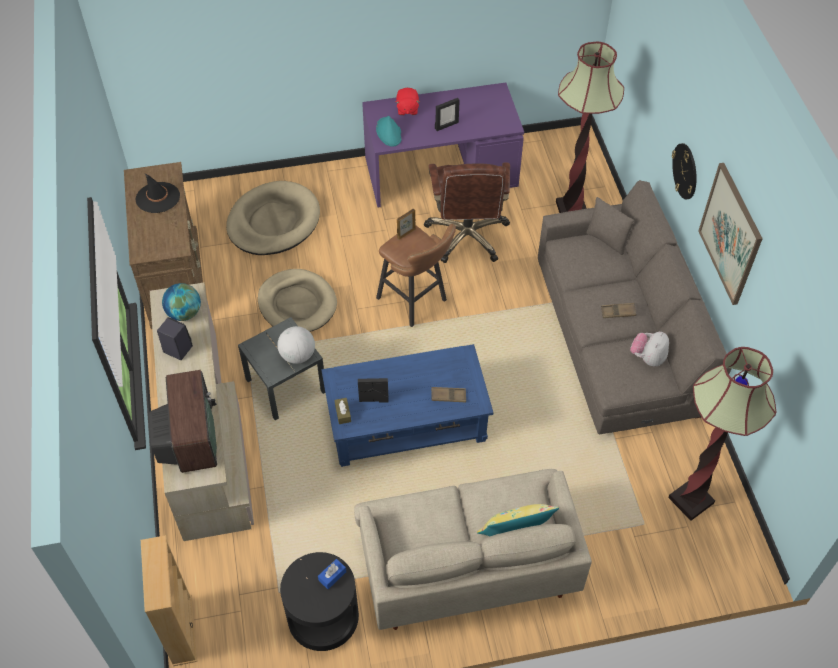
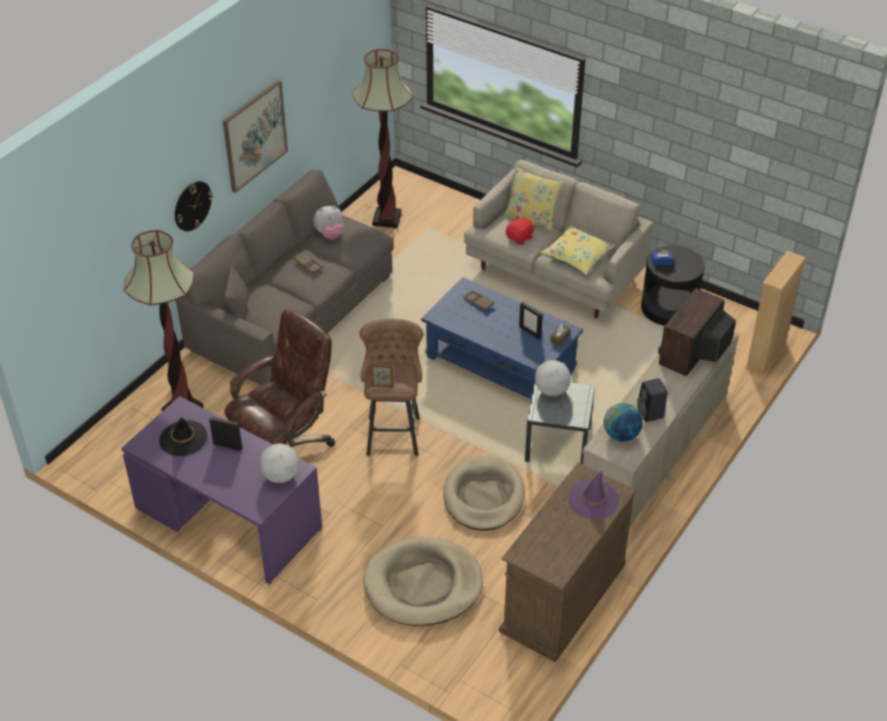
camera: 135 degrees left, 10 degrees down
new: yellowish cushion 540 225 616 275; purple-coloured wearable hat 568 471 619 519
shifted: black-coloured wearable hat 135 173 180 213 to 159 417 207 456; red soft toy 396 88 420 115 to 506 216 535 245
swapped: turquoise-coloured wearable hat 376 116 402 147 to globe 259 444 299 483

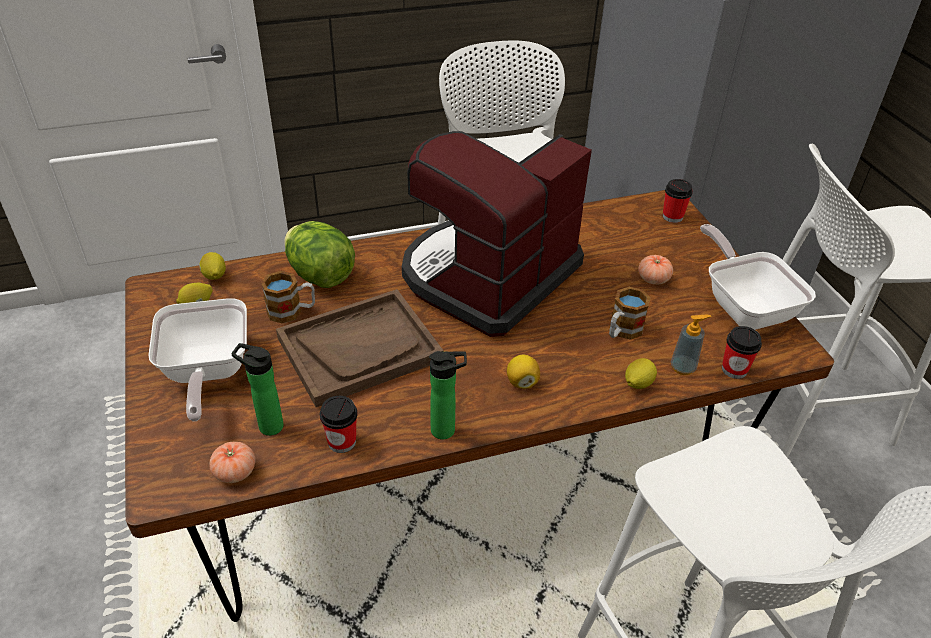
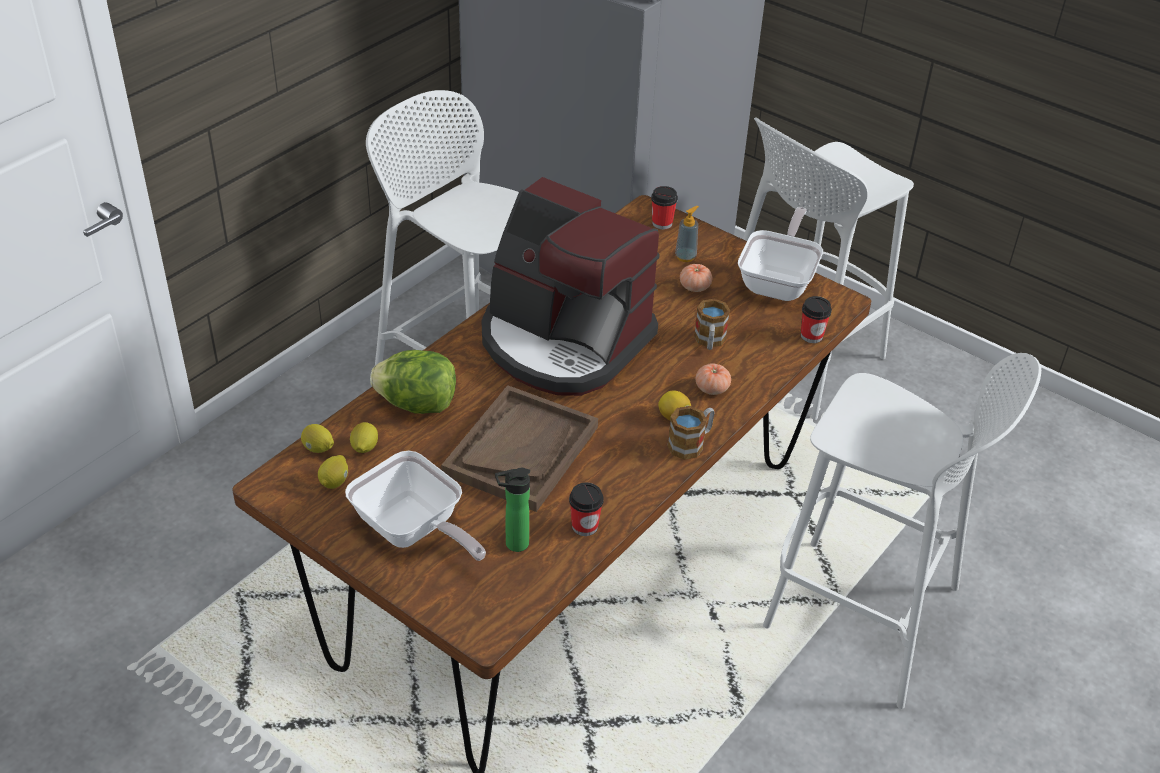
camera: 35 degrees left, 0 degrees up
gone: bottle 429 351 467 440
shifted: whole tomato 209 442 255 483 to 696 363 731 395; mug 261 271 315 323 to 667 406 715 460; lemon 625 358 657 389 to 350 422 378 453; soap dispenser 671 315 711 375 to 675 206 699 262
rotated: coffee machine 402 131 592 337 = 482 177 660 396 60 degrees counterclockwise; skillet 700 224 816 330 = 738 207 823 301 75 degrees clockwise

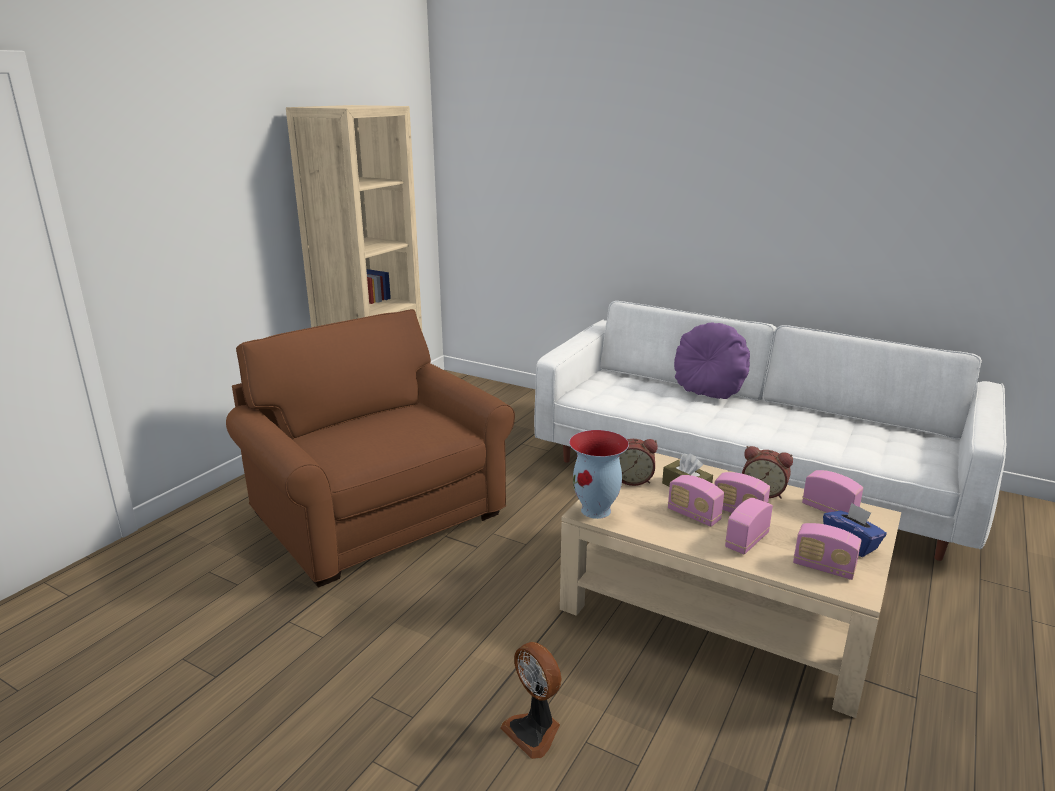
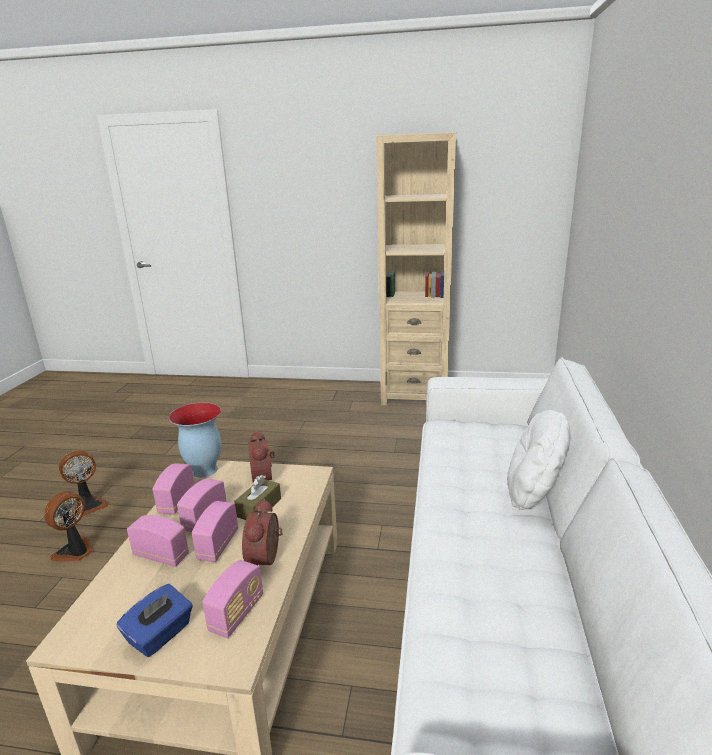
camera: 70 degrees right, 0 degrees up
gone: brown armchair 226 309 515 588
new: cooling fan 59 451 109 517
shifted: radio 793 523 861 580 to 152 463 195 514
repainted: purple-coloured cushion 674 322 750 399 to white cushion 507 410 570 510

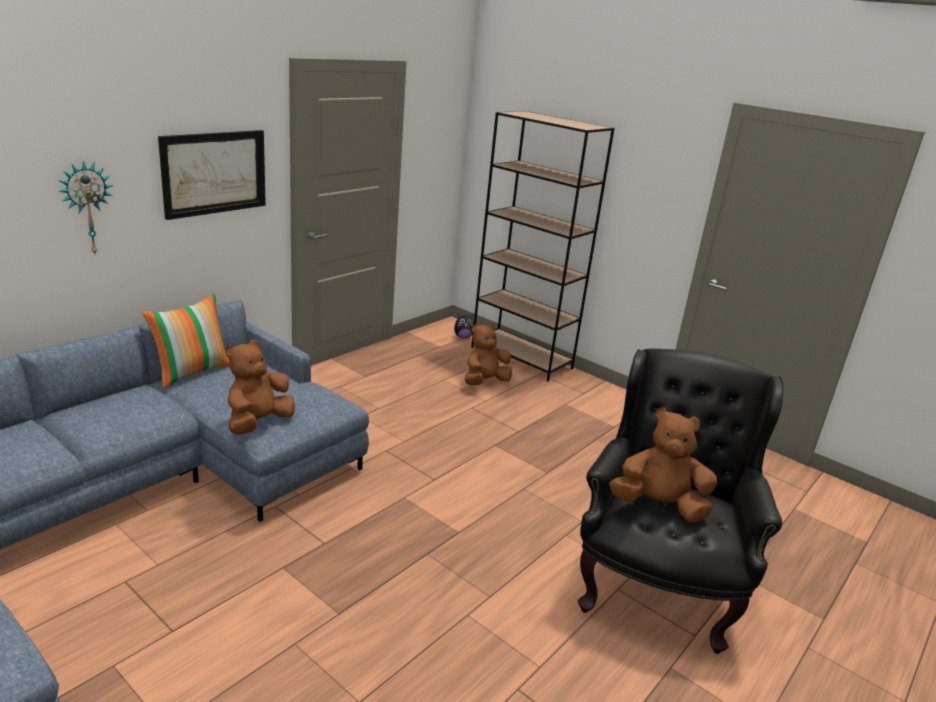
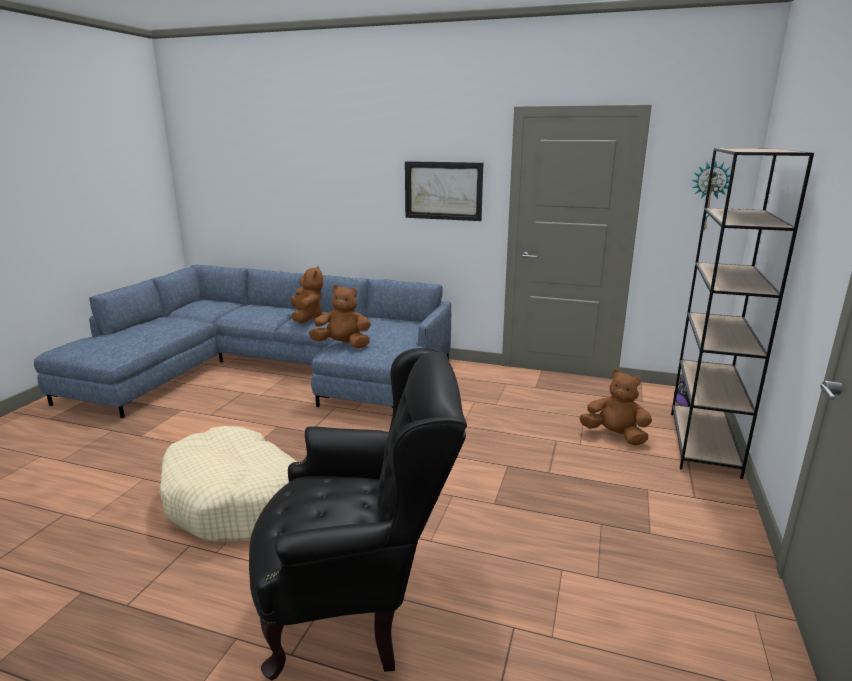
camera: 70 degrees right, 5 degrees down
gone: cushion 142 293 230 389
new: beige-coloured dog cushion 159 426 297 542
shifted: clock on the wall 58 161 113 254 to 691 161 734 230; brown soft toy 610 408 717 523 to 291 266 323 323

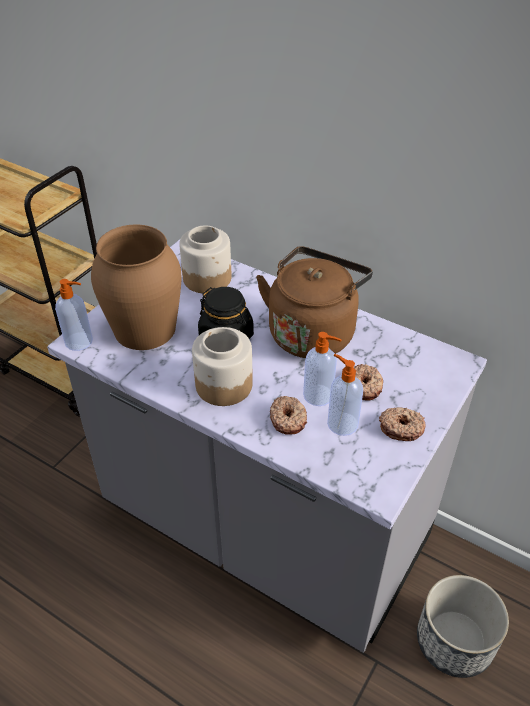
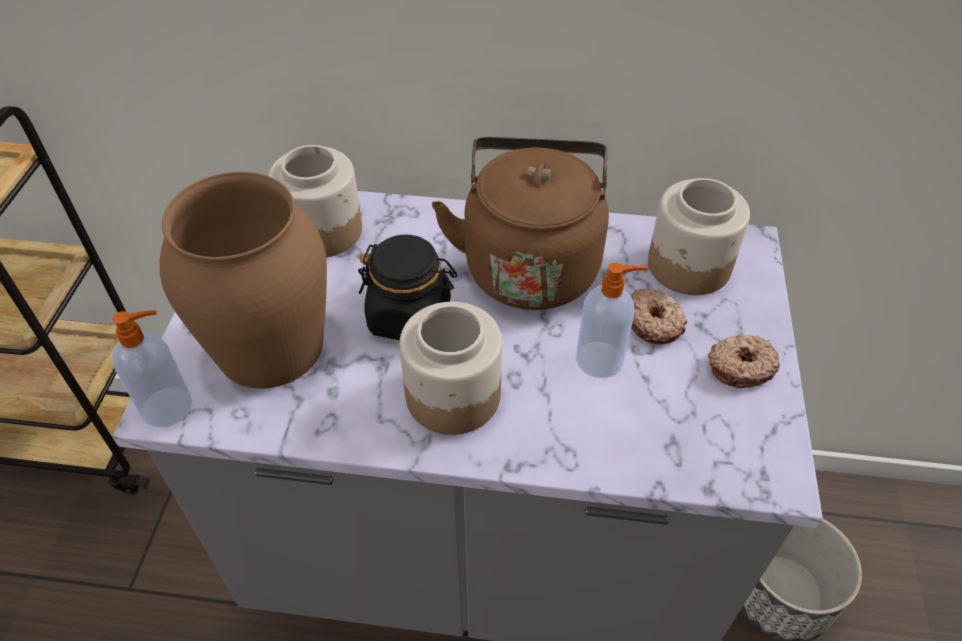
camera: 25 degrees left, 5 degrees up
gone: ring doughnut 270 396 307 435; soap dispenser 327 354 363 436
new: storage jar 648 178 750 295

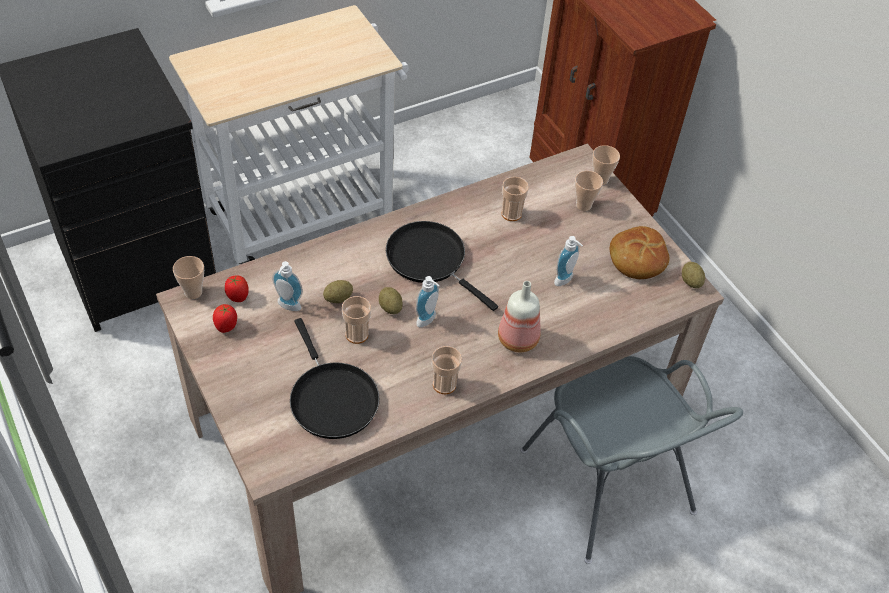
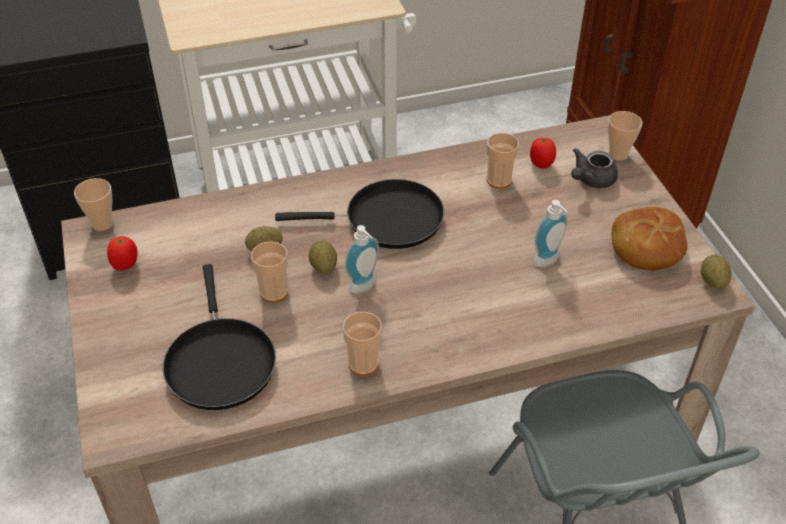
camera: 15 degrees right, 5 degrees down
gone: soap dispenser 272 261 303 311; bottle 498 281 541 352
shifted: whole tomato 225 276 249 302 to 530 138 556 169
swapped: small cup 575 171 603 211 to grey tea pot 571 148 618 188
rotated: black-coloured skillet 386 221 498 311 = 275 179 444 249 120 degrees clockwise

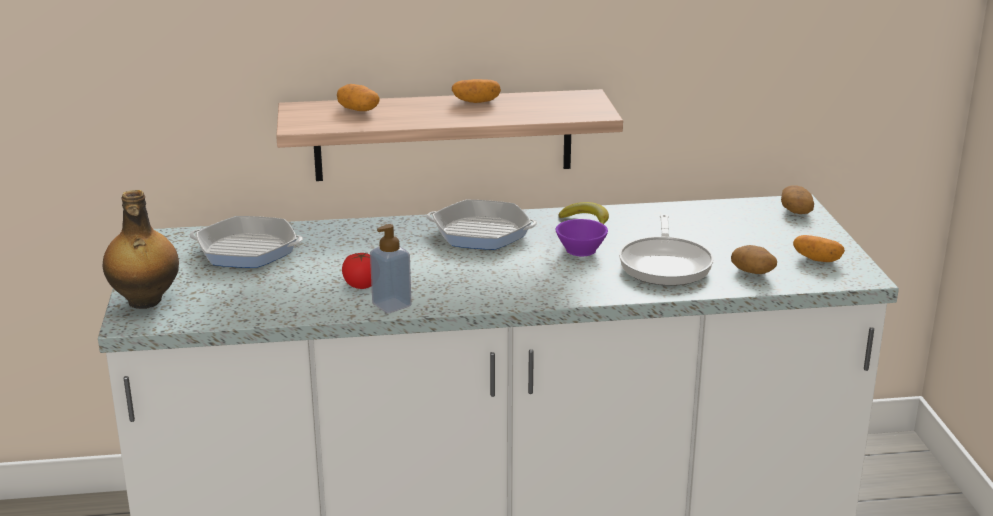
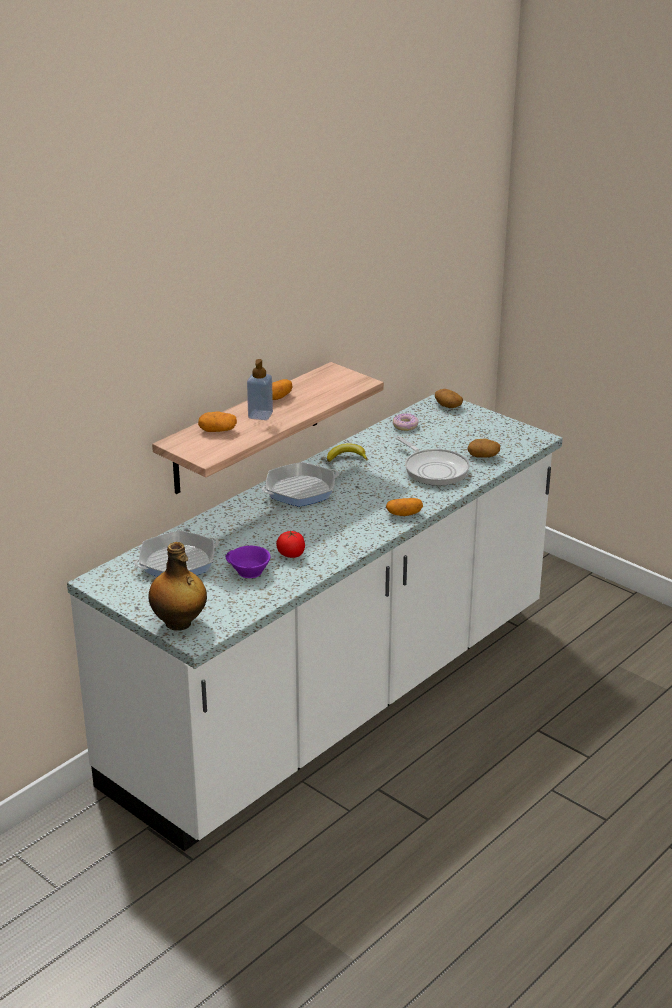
camera: 40 degrees left, 5 degrees up
new: ring doughnut 393 413 419 431
shifted: soap dispenser 370 224 412 313 to 247 359 273 420; purple-coloured small cup 556 219 608 256 to 226 546 271 578; whole potato 793 235 845 262 to 386 498 423 516

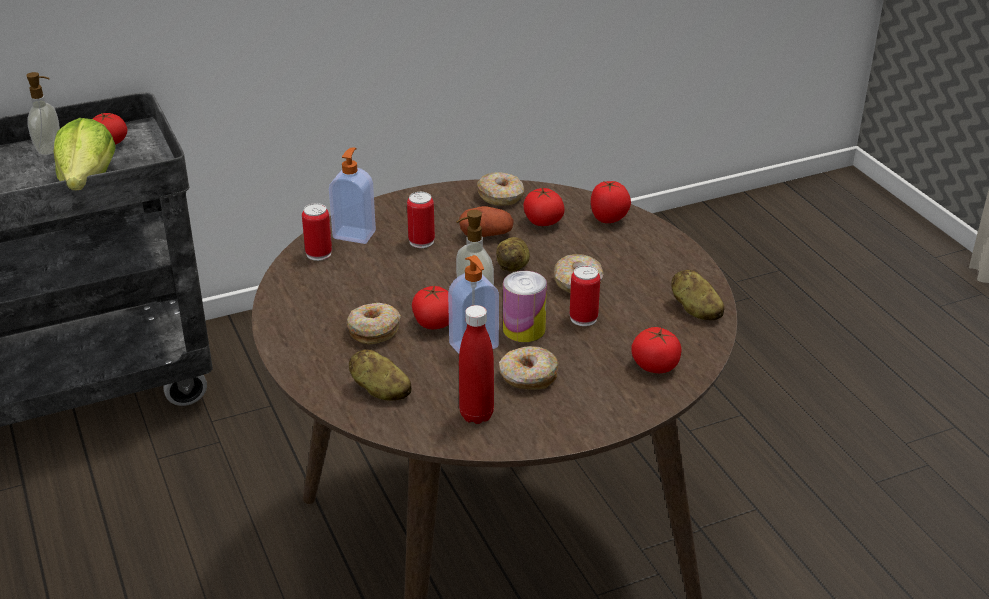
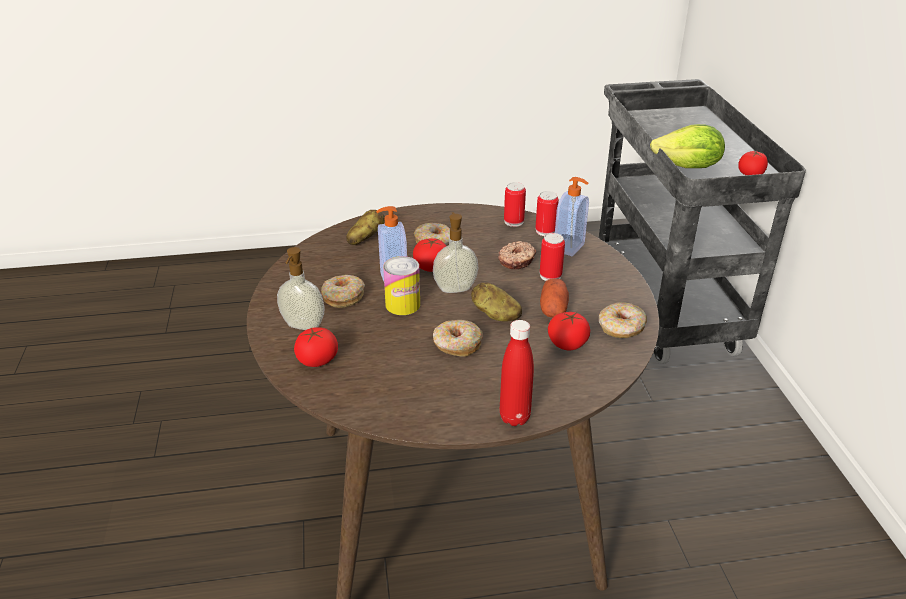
camera: 105 degrees right, 0 degrees up
gone: whole tomato 591 181 631 223; whole potato 671 269 724 320
new: ring doughnut 498 241 536 269
shifted: soap dispenser 26 72 60 155 to 277 247 325 330; red bottle 459 305 494 424 to 500 320 534 426; metal can 570 265 600 326 to 504 182 526 227

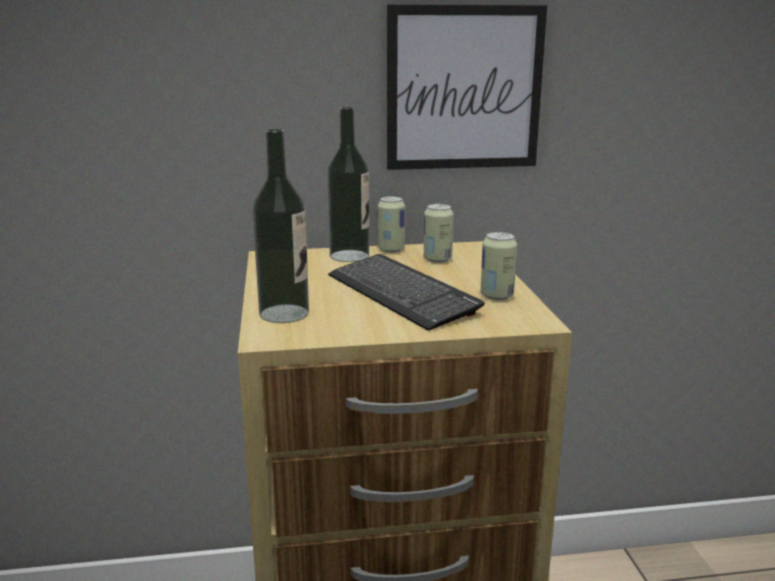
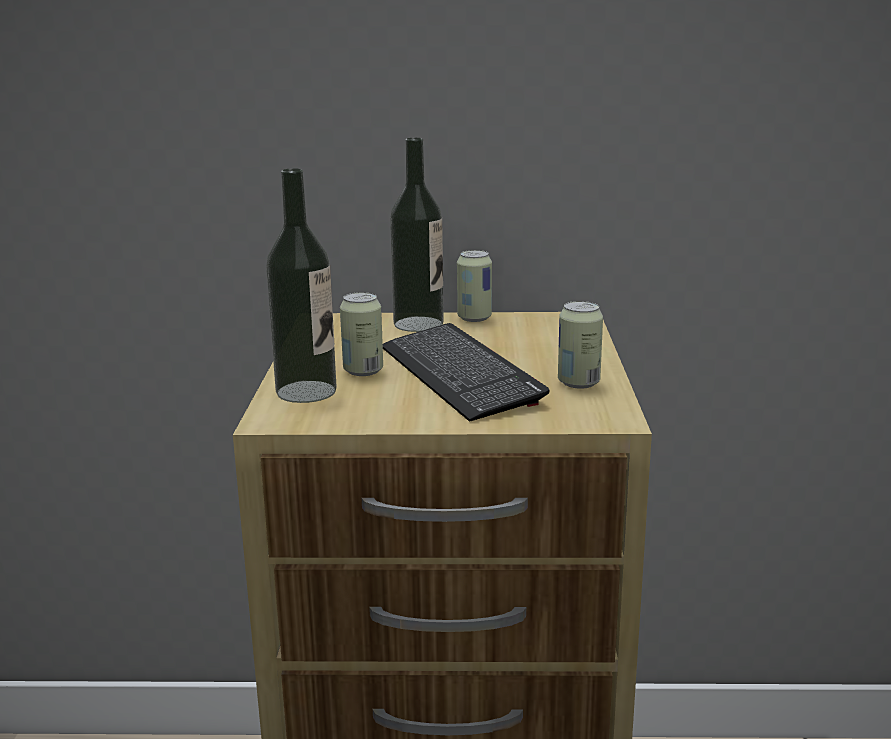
camera: 10 degrees right, 0 degrees up
gone: picture 387 5 547 170
shifted: metal can 424 204 454 263 to 340 292 383 376

